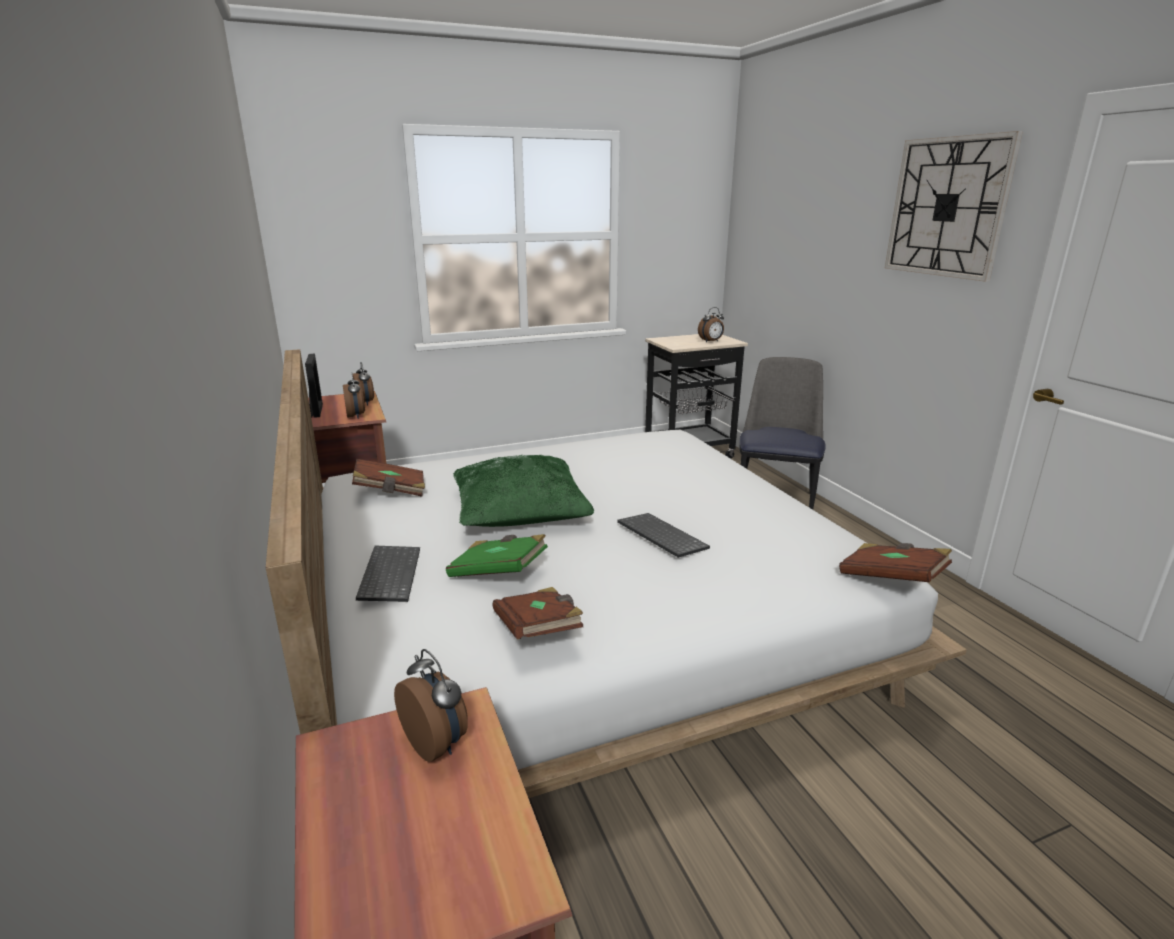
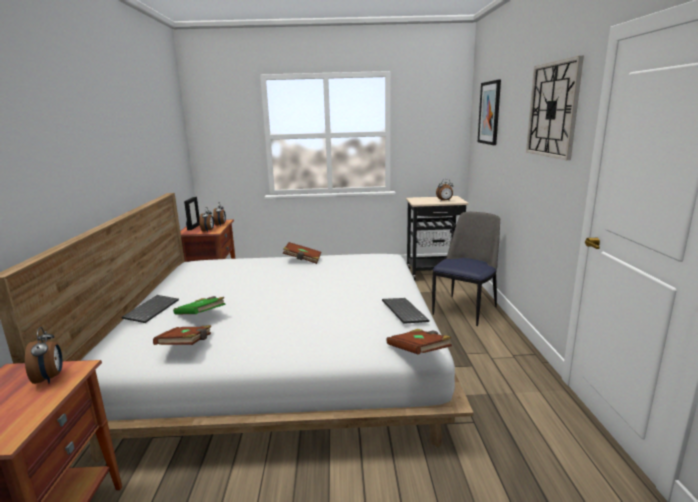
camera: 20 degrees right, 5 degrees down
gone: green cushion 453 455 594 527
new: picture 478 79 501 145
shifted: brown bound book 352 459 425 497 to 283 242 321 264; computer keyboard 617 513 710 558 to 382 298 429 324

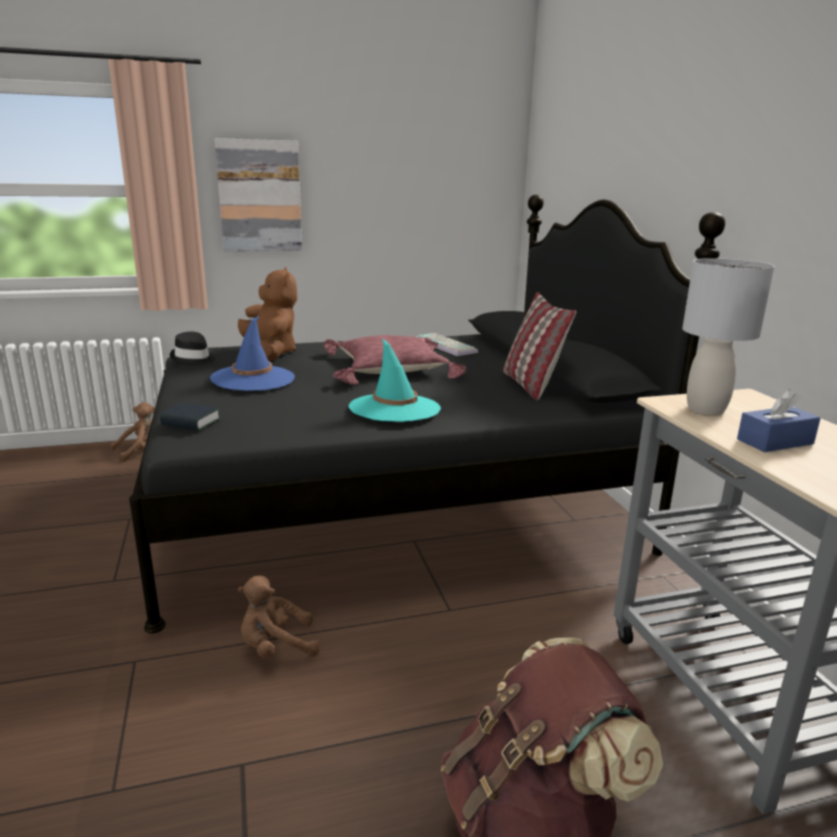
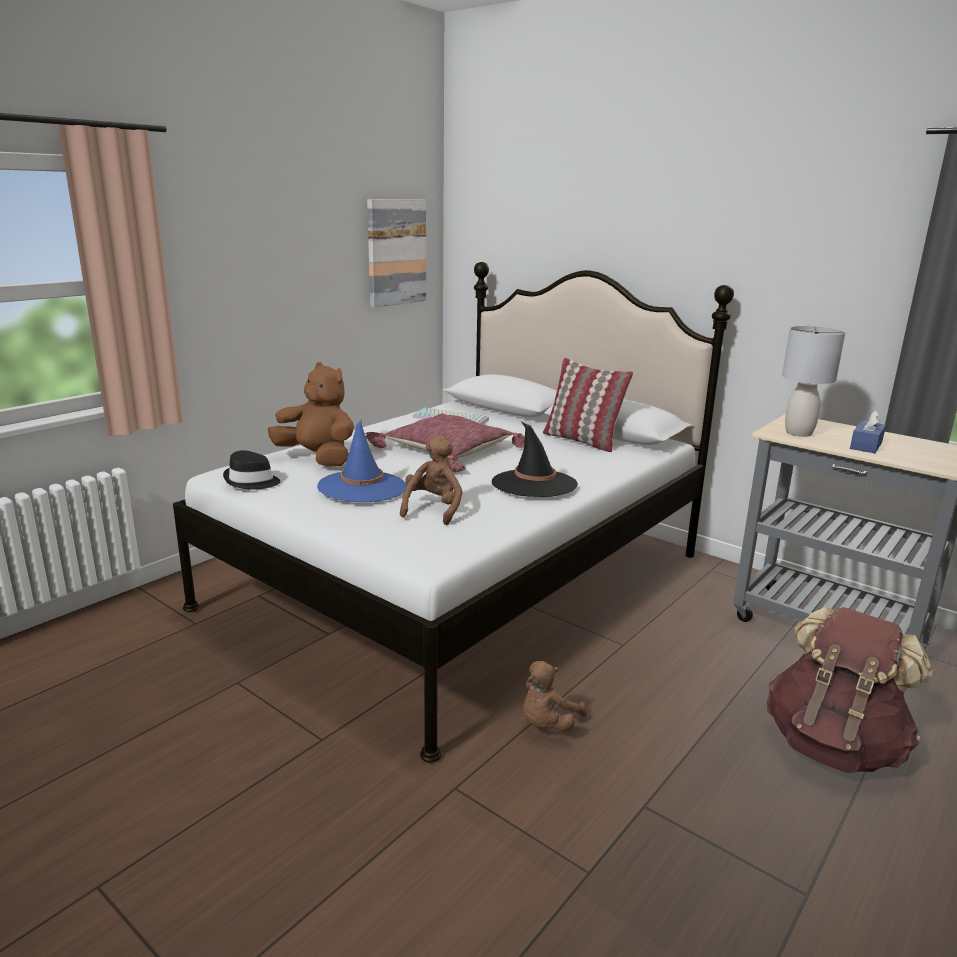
camera: 35 degrees left, 0 degrees up
gone: bound book 159 403 221 431
shifted: brown soft toy 111 402 155 462 to 400 435 463 525; picture 215 138 302 251 to 367 199 426 308
repainted: black-coloured bed 129 195 725 633 to white bed 173 262 734 763; turquoise-coloured wearable hat 349 338 441 422 to black-coloured wearable hat 492 422 578 497

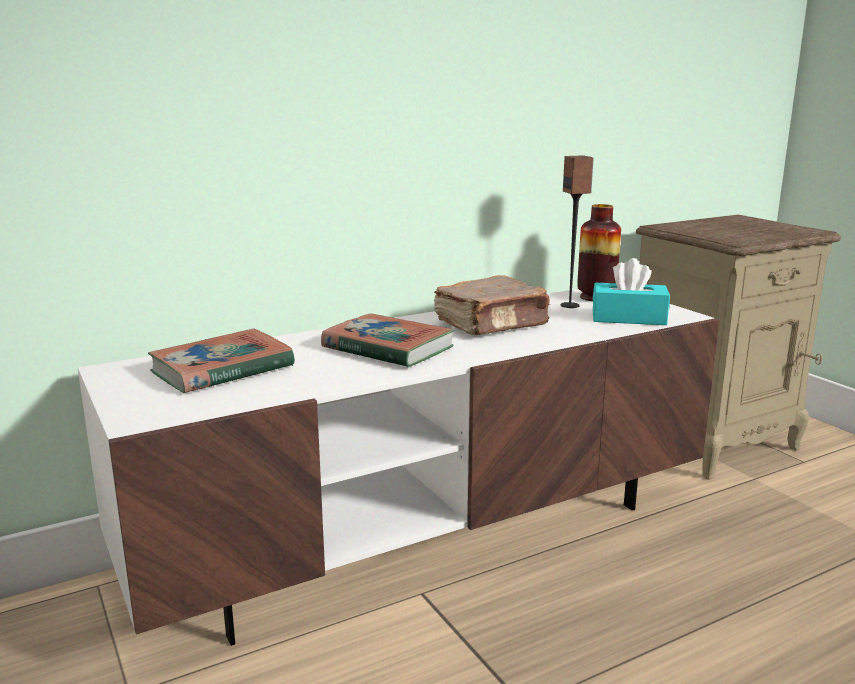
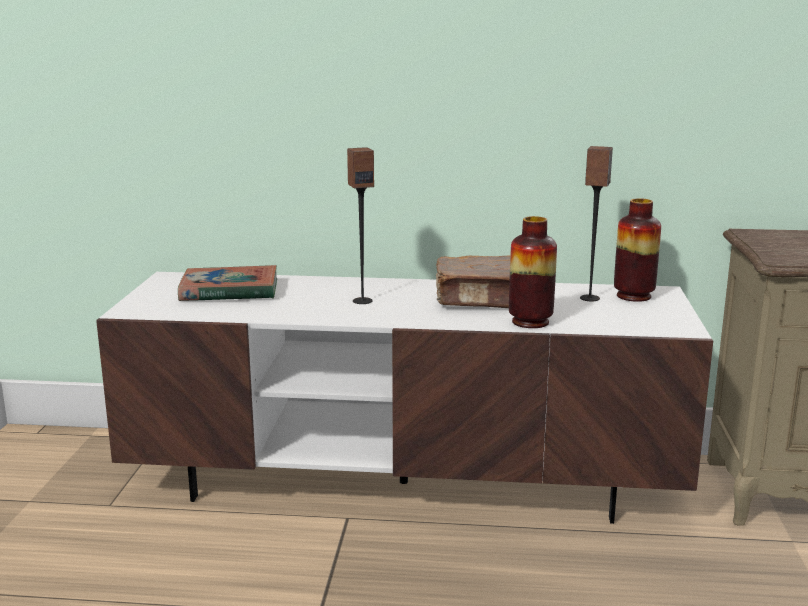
camera: 35 degrees right, 0 degrees up
gone: turquoise-coloured tissue holder 592 258 670 325
new: vase 509 216 557 328
swapped: bound book 321 313 455 368 to audio speaker 347 147 374 304

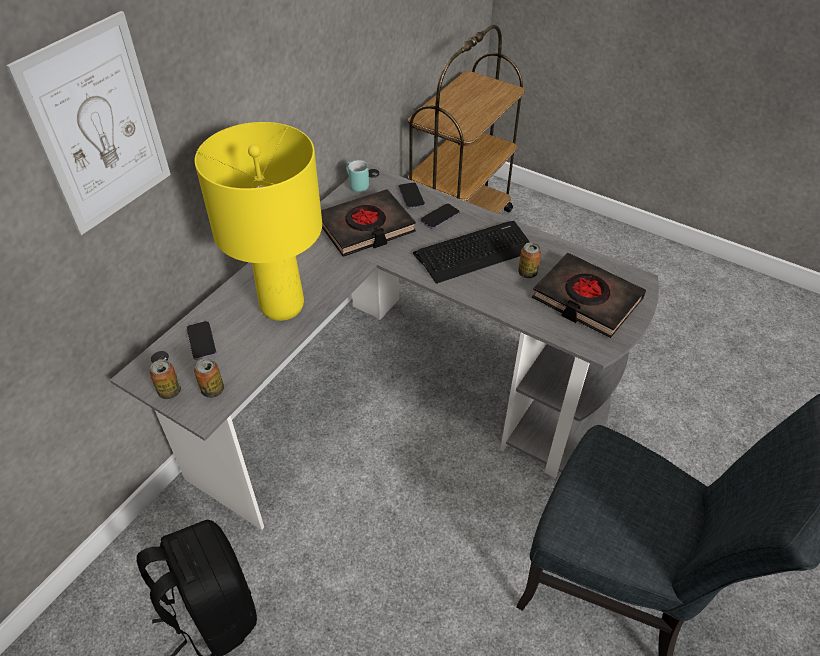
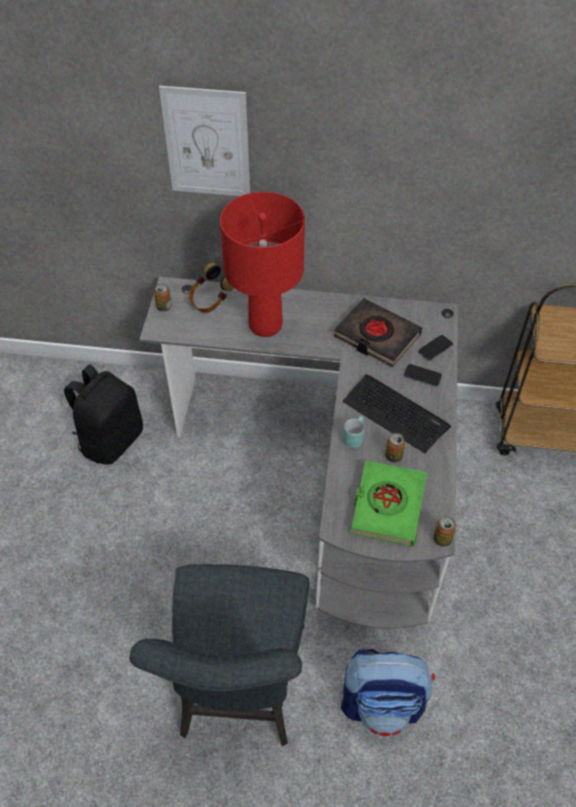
camera: 65 degrees right, 5 degrees up
new: rucksack 341 649 435 736
shifted: metal can 194 358 224 398 to 433 516 456 547; turquoise-coloured mug 346 160 369 192 to 343 416 365 448
swapped: handset 187 321 217 360 to pair of headphones 189 262 234 313
repainted: yellowish table lamp 195 122 322 321 to red table lamp 220 192 305 337; black-coloured bound book 532 253 646 338 to green bound book 350 460 427 547

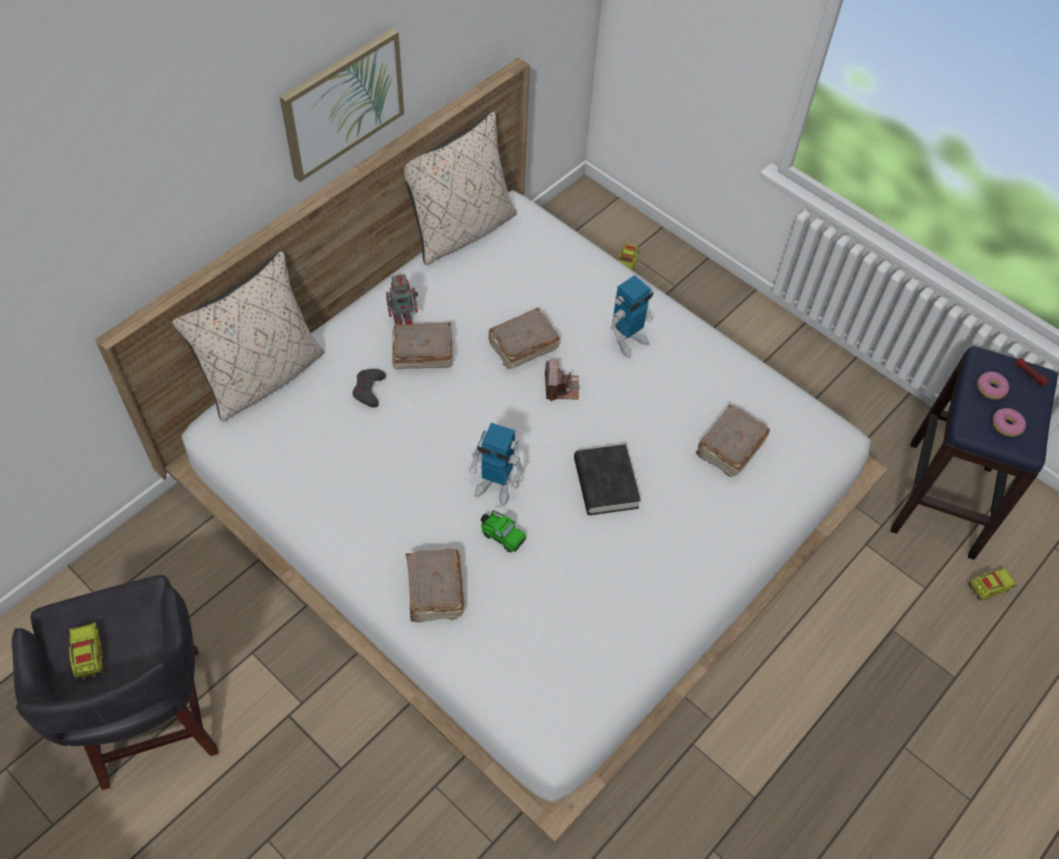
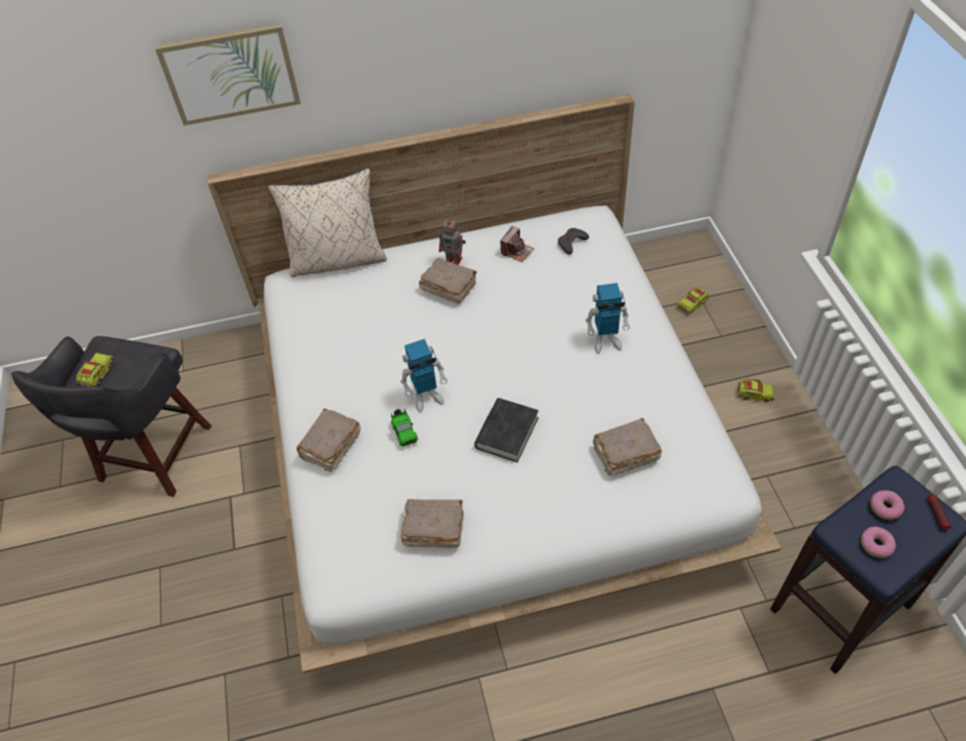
camera: 40 degrees right, 5 degrees down
gone: beige-coloured cushion 404 112 516 265
shifted: picture 280 28 404 182 to 155 23 301 126; grey joypad 353 369 386 408 to 558 228 589 255; brown bound book 488 308 560 369 to 401 499 464 548; photo camera 545 360 580 401 to 500 226 534 262; toy truck 968 568 1017 601 to 738 379 775 402
rotated: toy robot 469 423 524 506 = 401 339 447 413 75 degrees counterclockwise

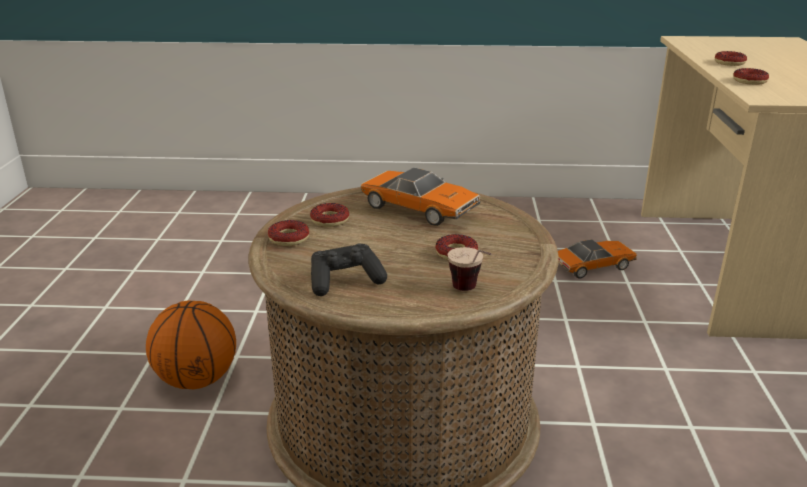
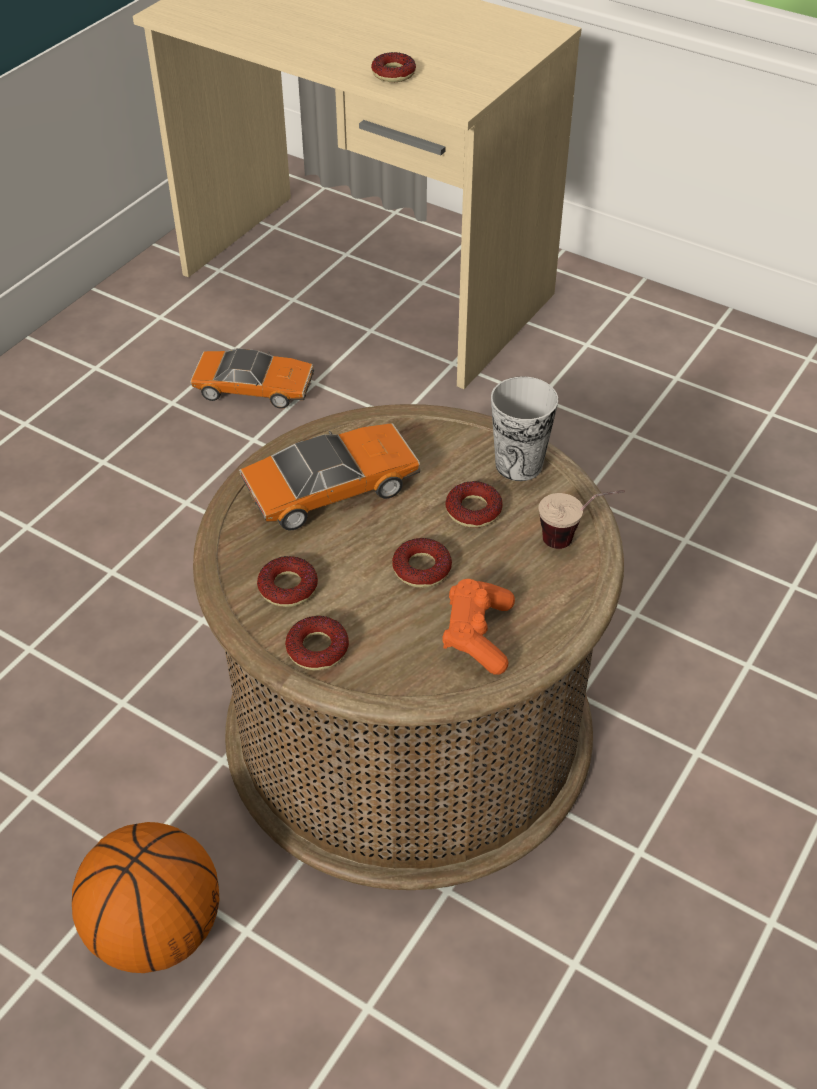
camera: 60 degrees left, 20 degrees up
new: small cup 491 376 558 481
shifted: ring doughnut 715 51 747 66 to 392 538 452 588
repainted: black-coloured joypad 311 243 387 296 to orange-coloured joypad 443 579 515 675
rotated: miniature car 558 239 637 279 = 191 348 314 409 90 degrees clockwise

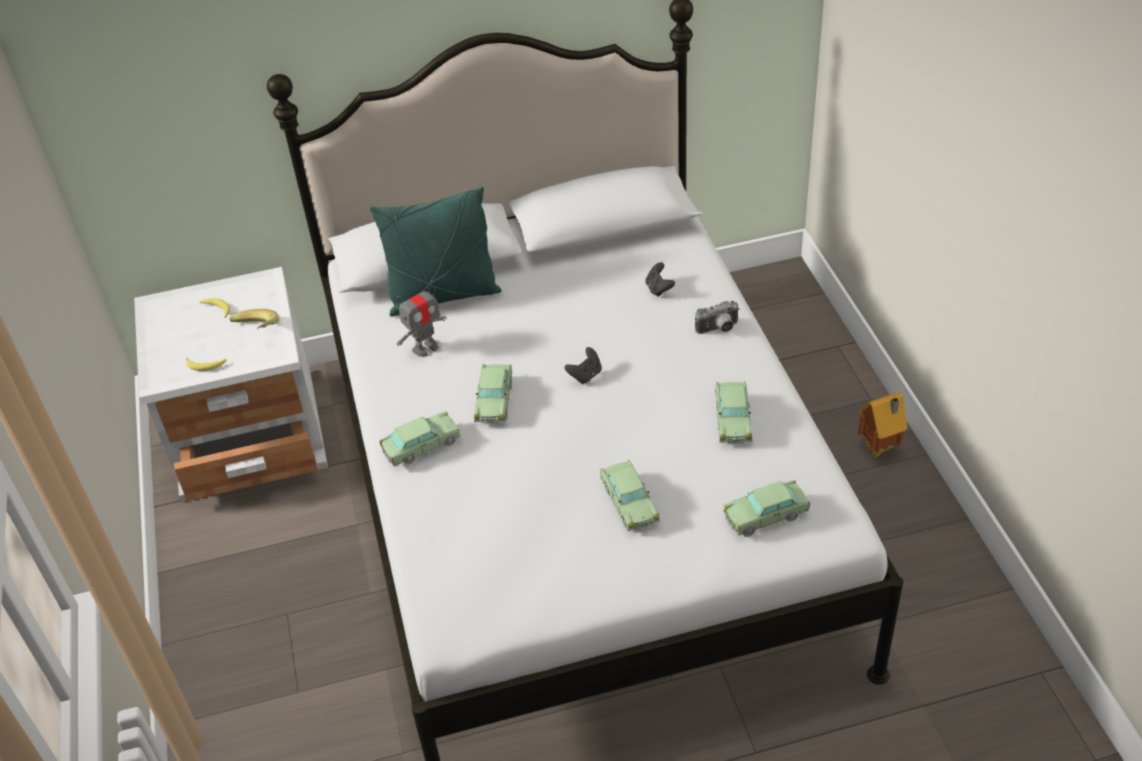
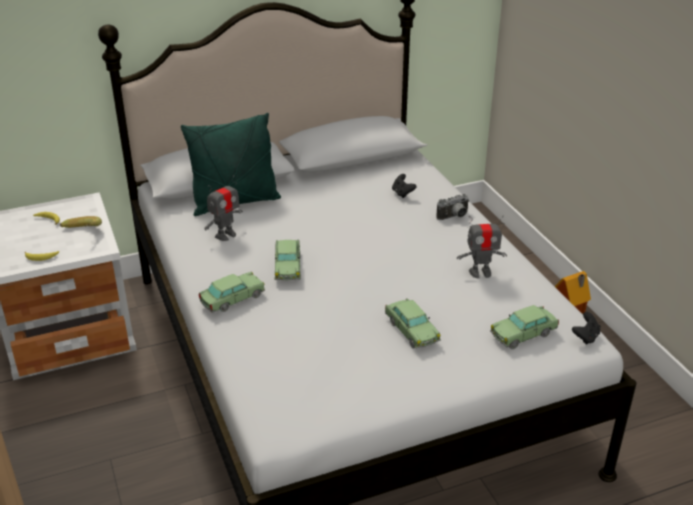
camera: 10 degrees left, 10 degrees down
shifted: black-coloured joypad 565 347 602 384 to 572 312 601 345
swapped: miniature car 715 381 753 443 to toy robot 457 216 507 279

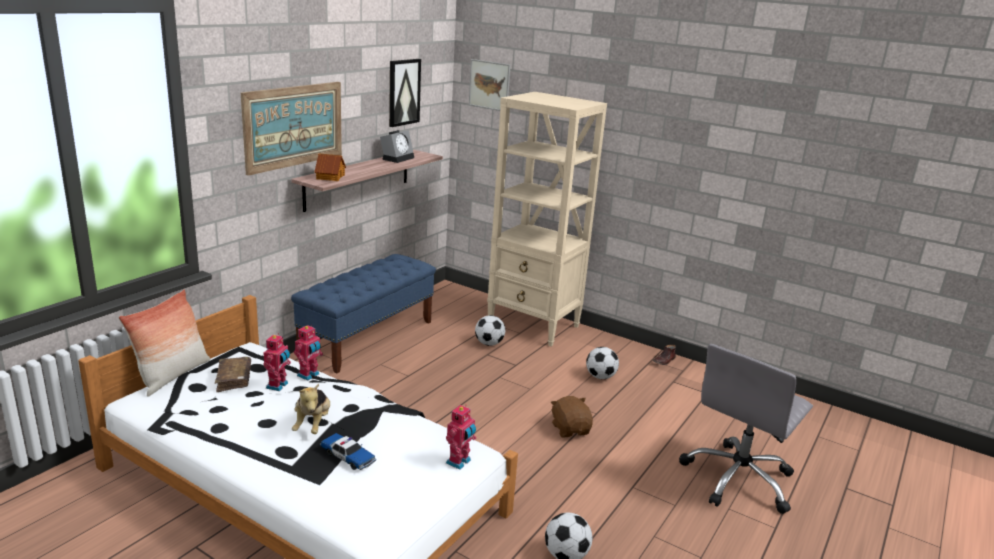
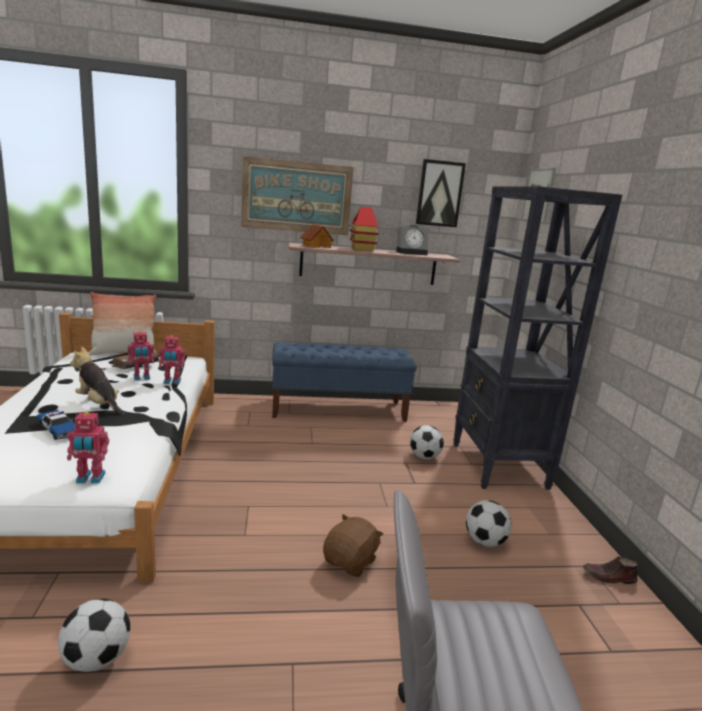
camera: 50 degrees right, 5 degrees down
new: toy house 350 207 379 252
repainted: beige-coloured bookcase 487 92 607 347 to black-coloured bookcase 453 186 622 490
rotated: soft toy 292 384 330 434 = 70 347 125 415 75 degrees clockwise; miniature car 320 433 376 470 = 37 410 75 440 45 degrees counterclockwise

